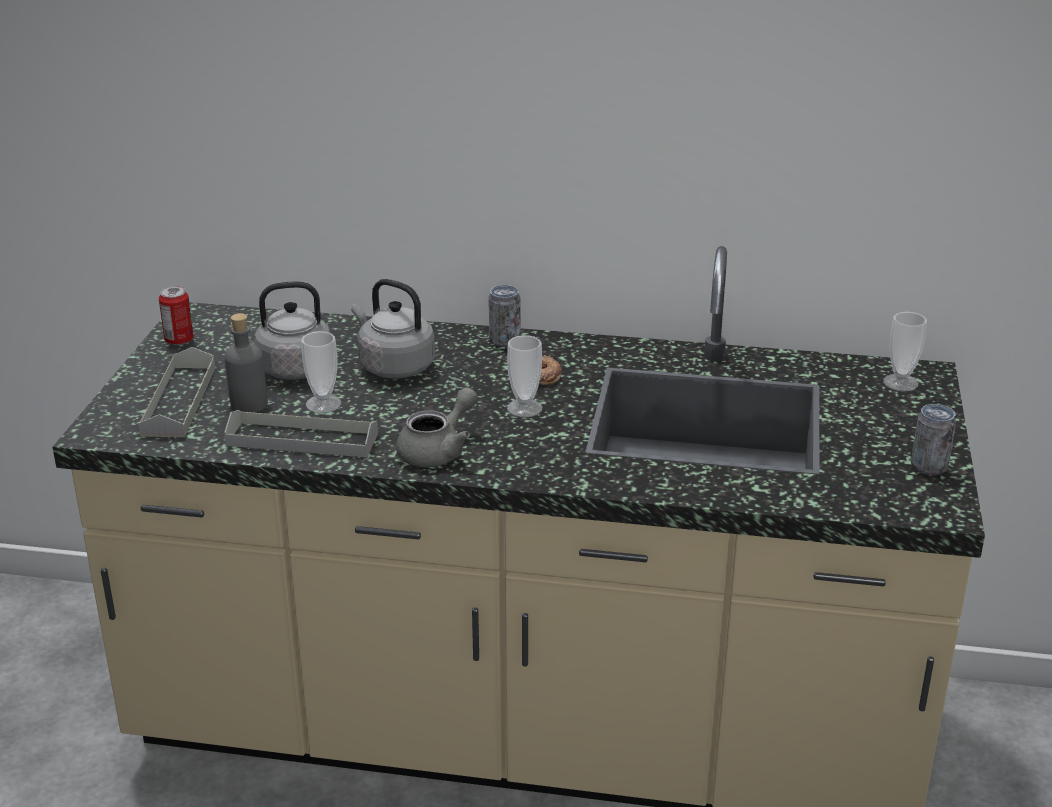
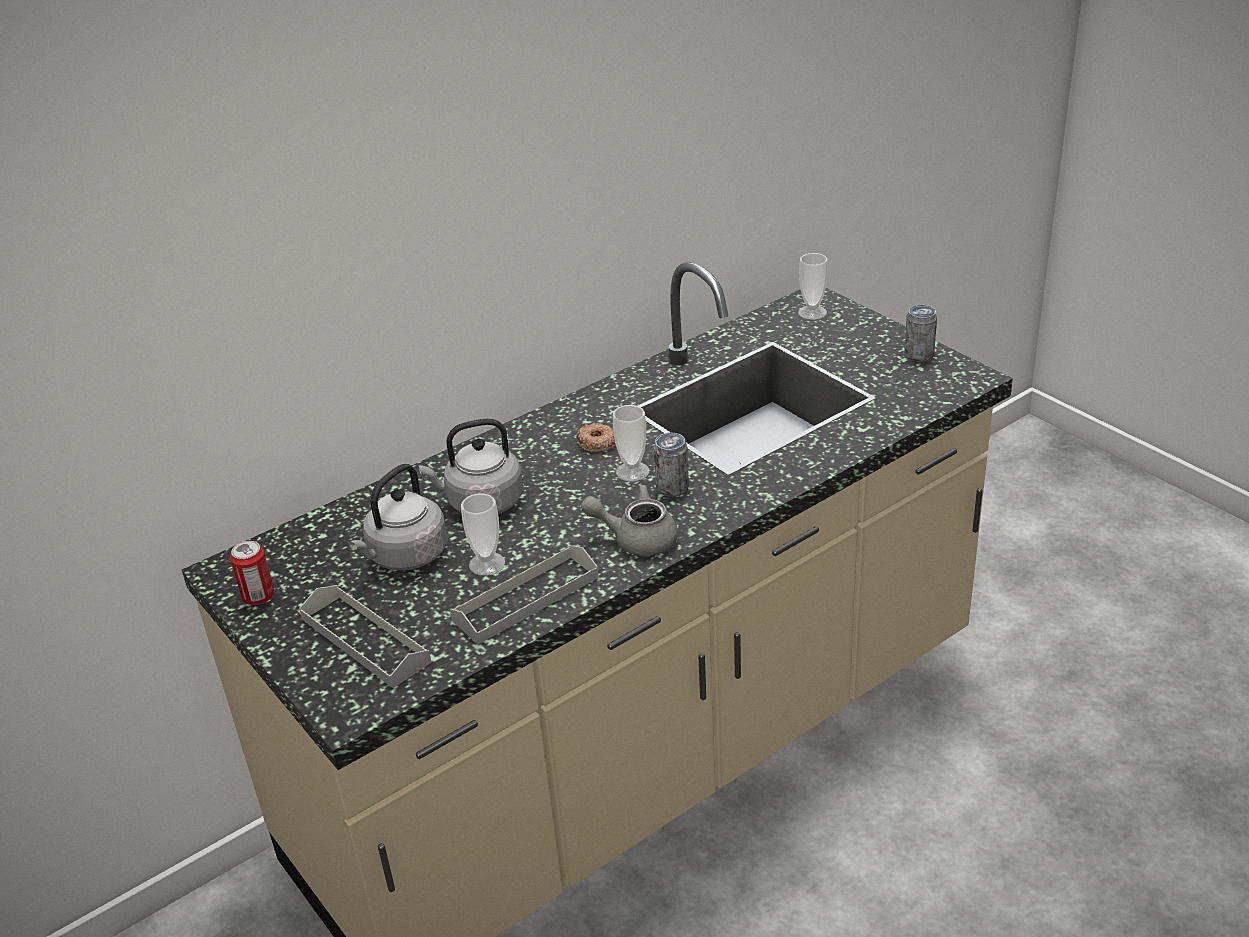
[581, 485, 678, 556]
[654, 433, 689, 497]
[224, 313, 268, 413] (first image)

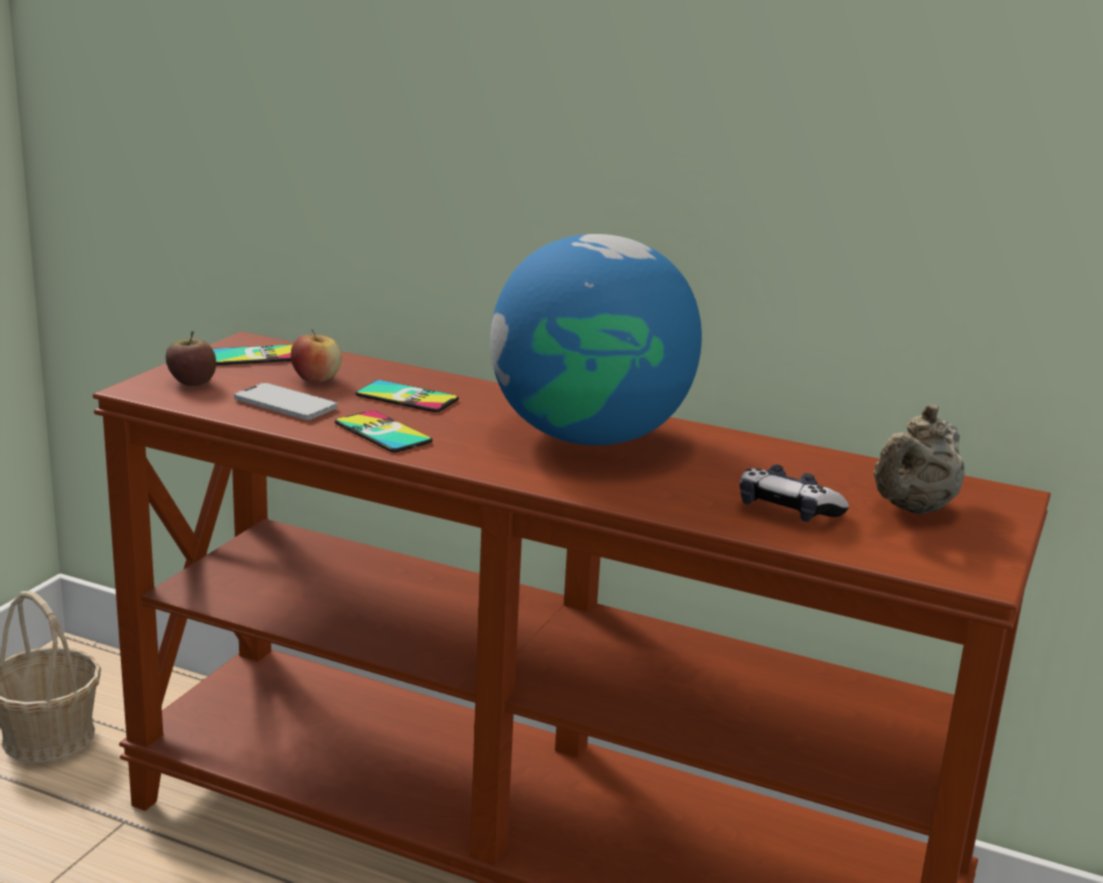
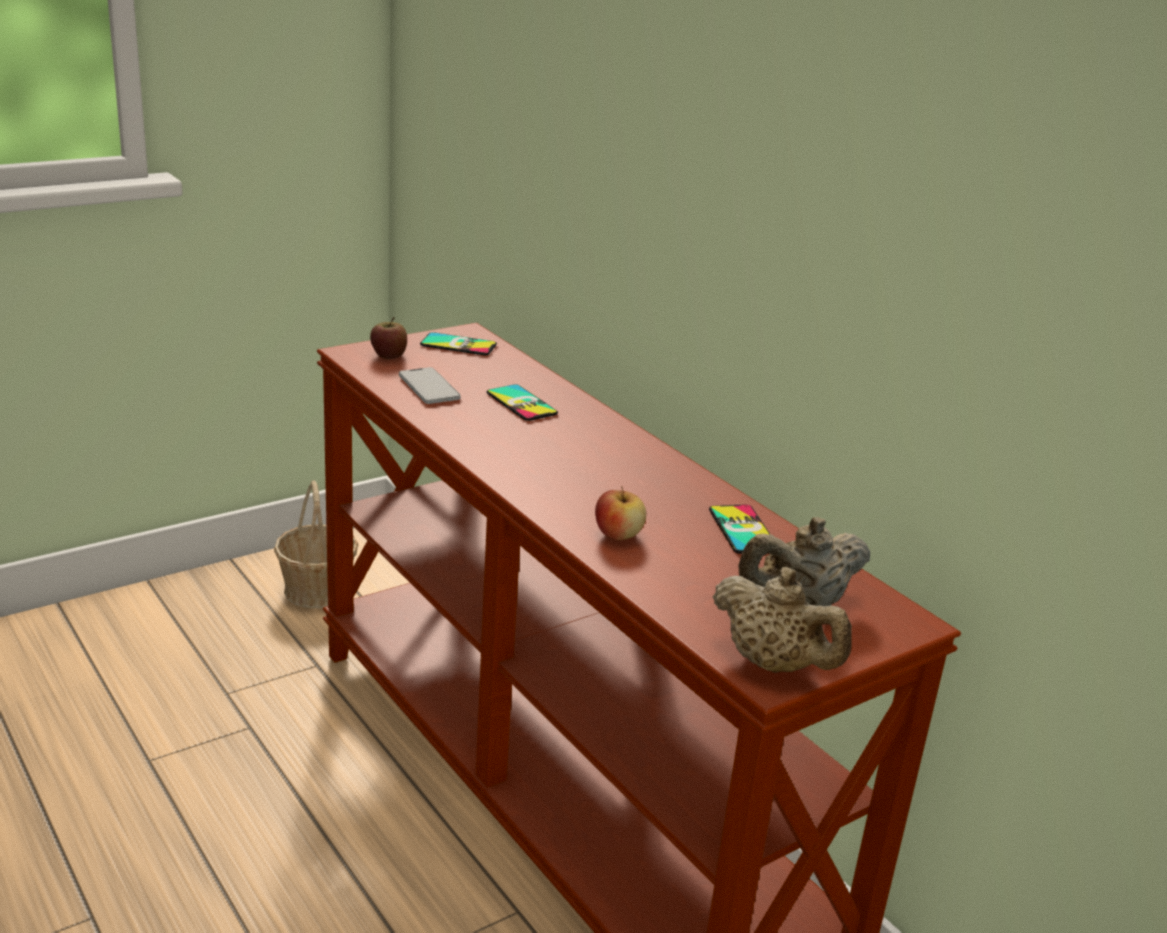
[595, 486, 646, 540]
[709, 504, 770, 554]
[712, 567, 852, 673]
[490, 234, 702, 445] (first image)
[740, 464, 849, 522] (first image)

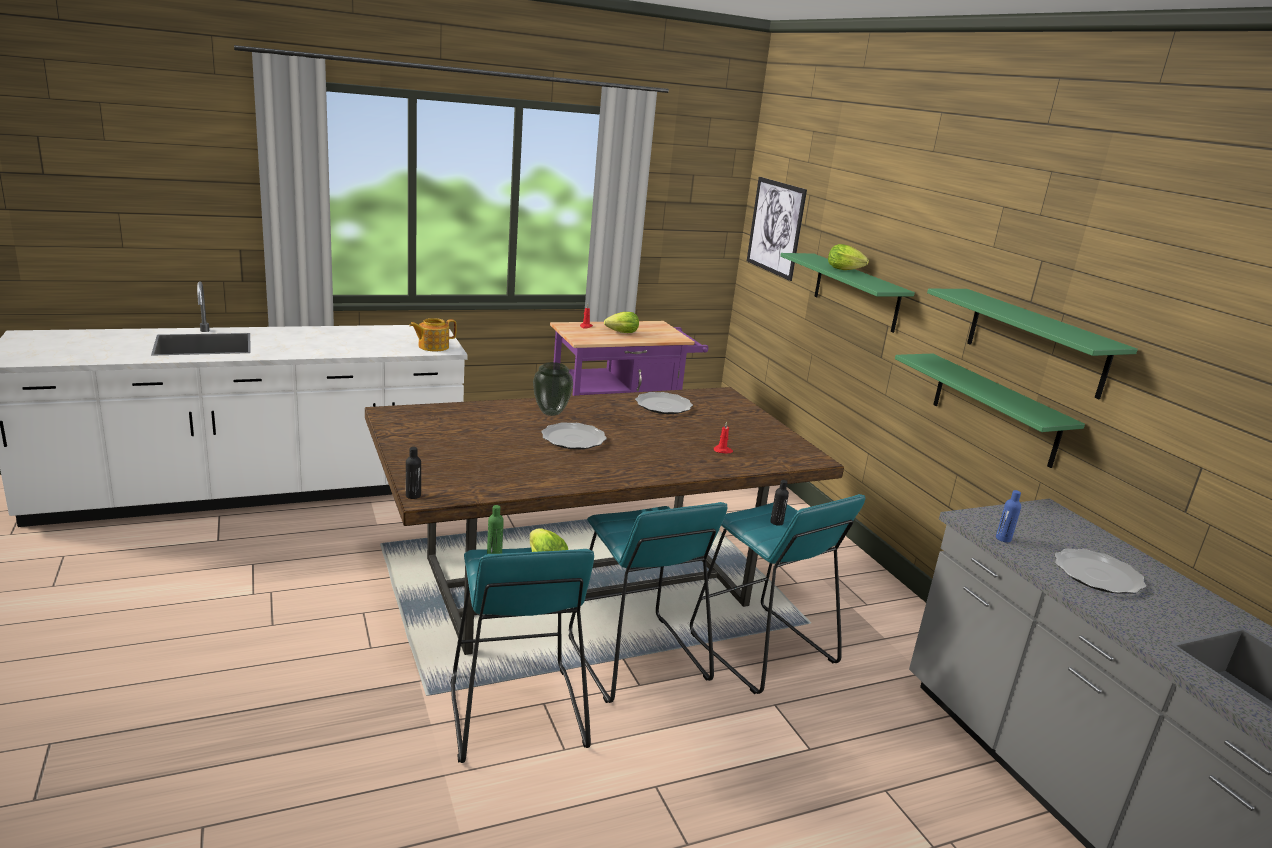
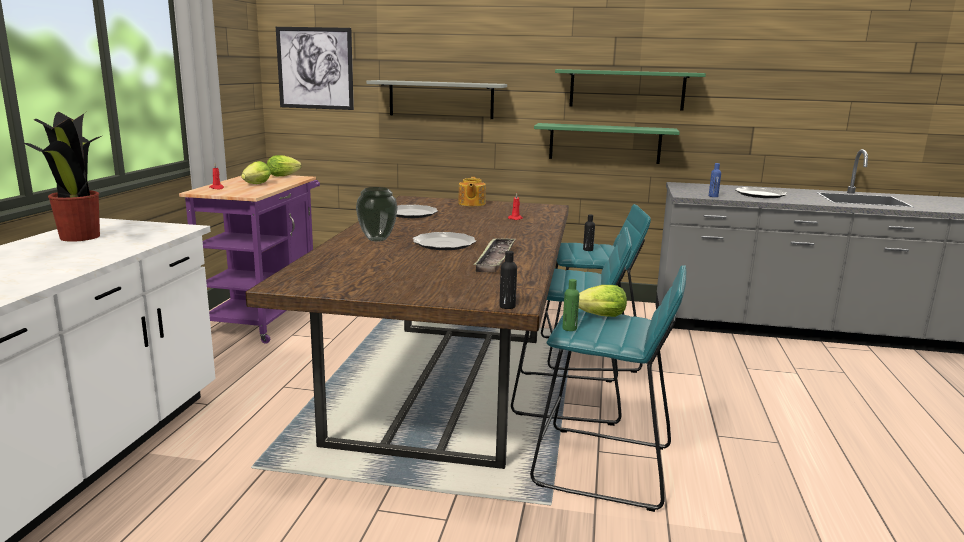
[23, 112, 101, 242]
[267, 155, 301, 176]
[366, 80, 507, 119]
[458, 177, 486, 206]
[474, 238, 515, 272]

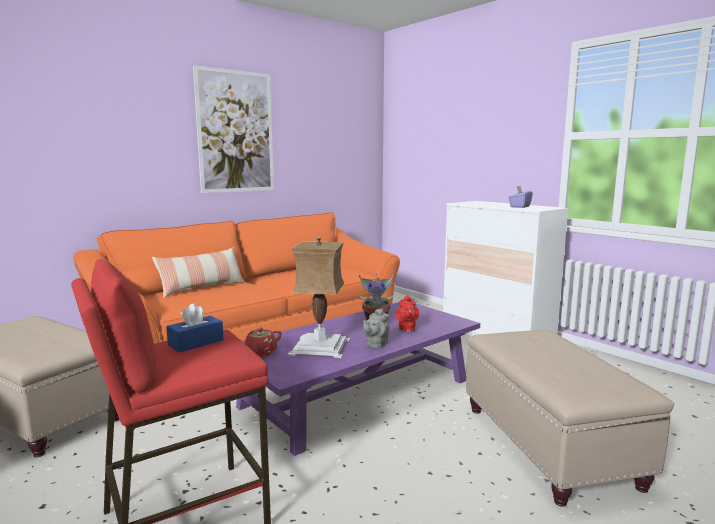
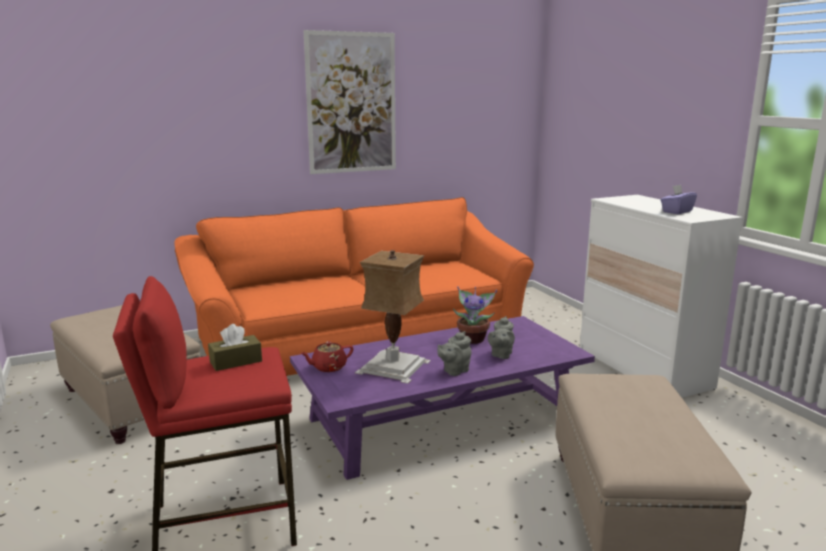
[208, 324, 262, 371]
[488, 316, 515, 359]
[152, 247, 245, 298] (first image)

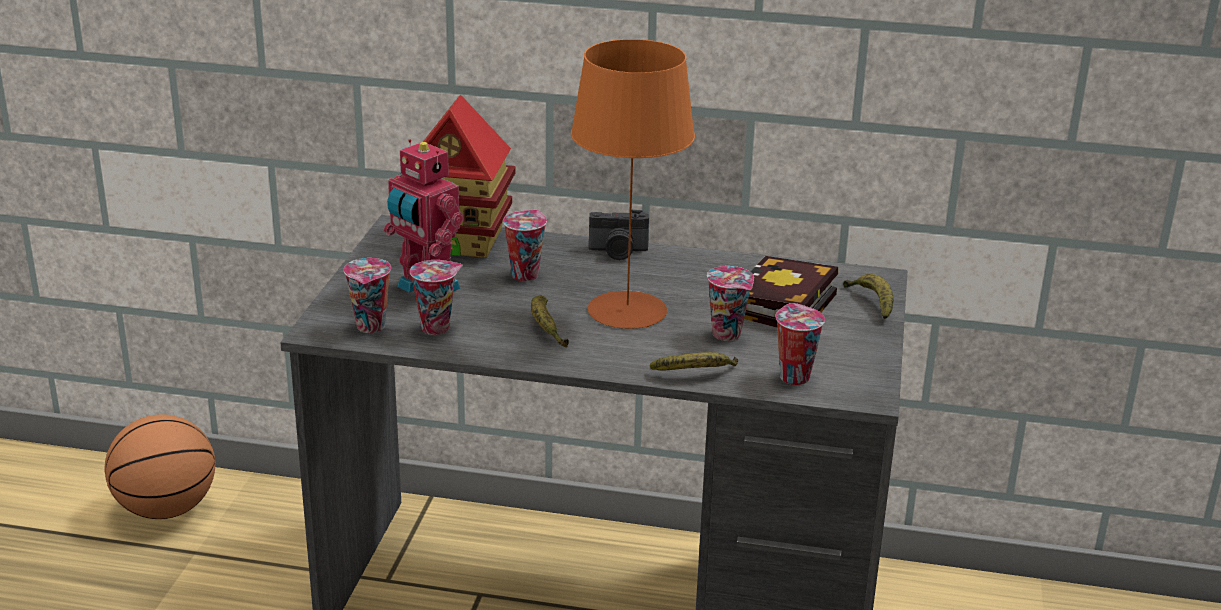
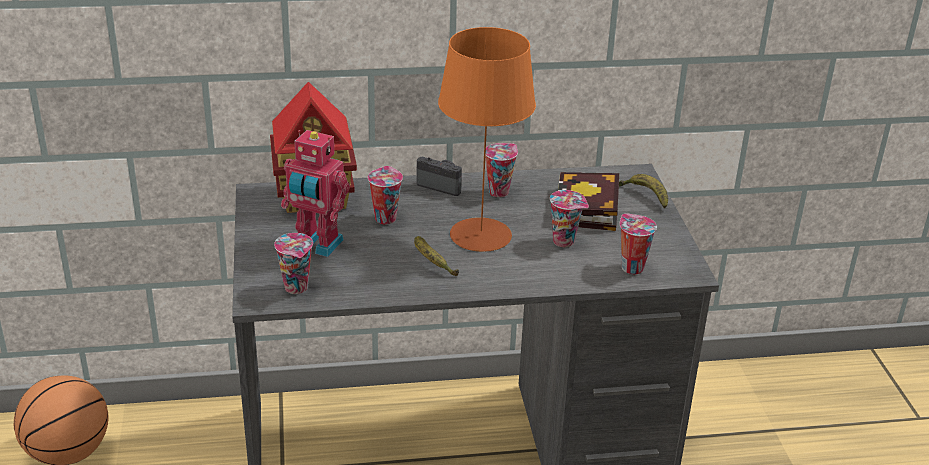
[416, 157, 462, 196]
[485, 143, 518, 197]
[650, 352, 738, 371] (first image)

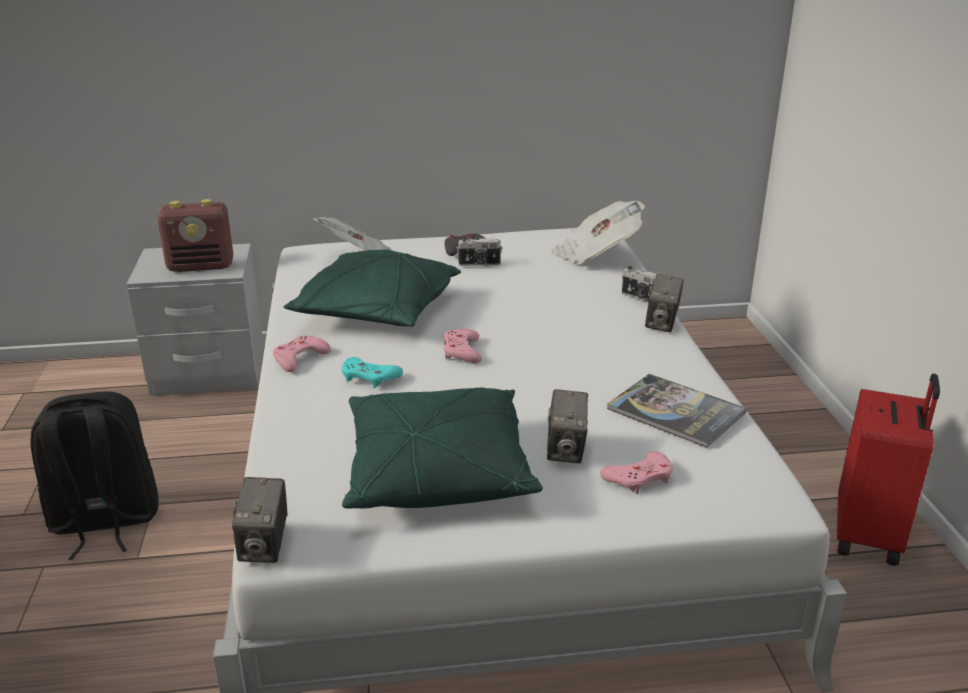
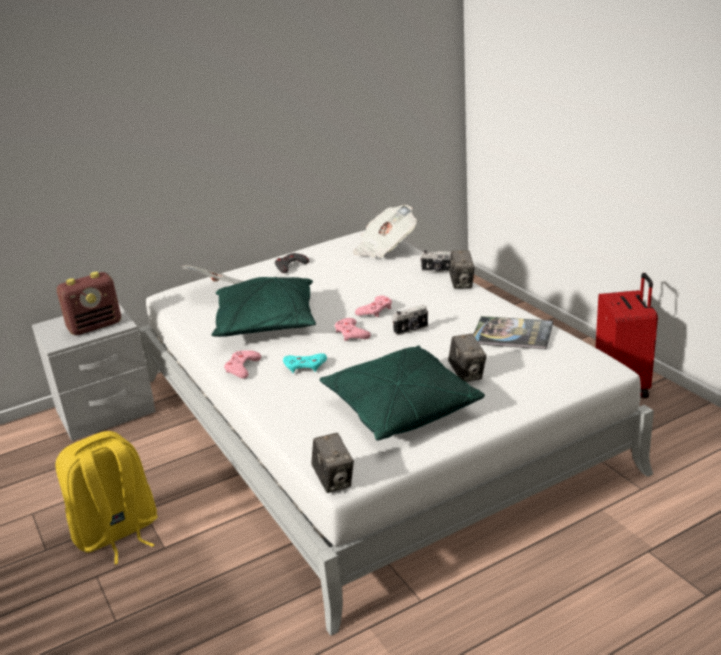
[56, 431, 158, 565]
[355, 295, 392, 317]
[392, 305, 428, 335]

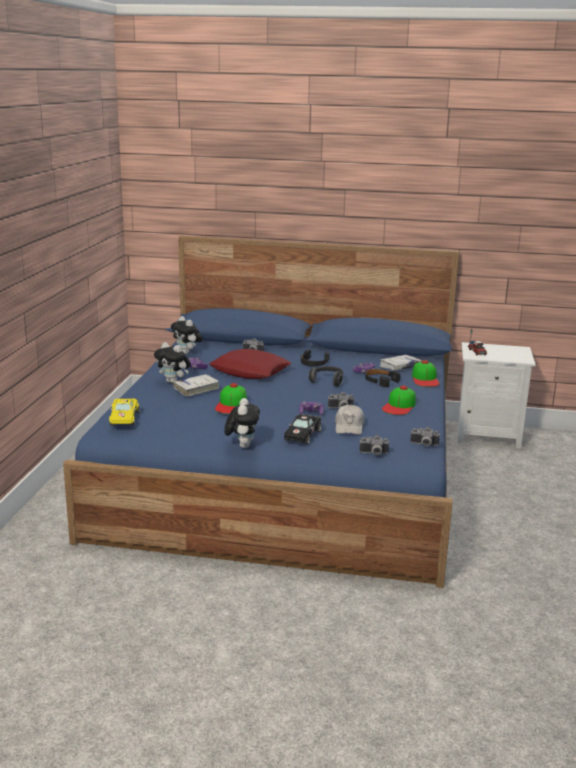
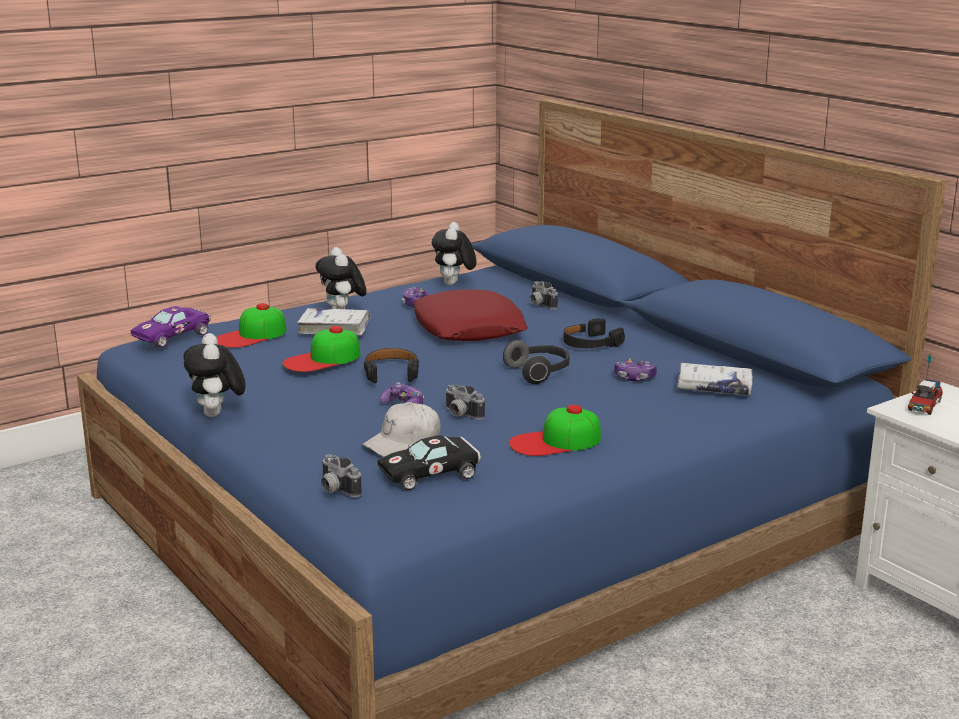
[131, 306, 211, 347]
[183, 333, 246, 417]
[216, 303, 287, 348]
[364, 348, 419, 383]
[378, 435, 481, 490]
[410, 427, 440, 446] (first image)

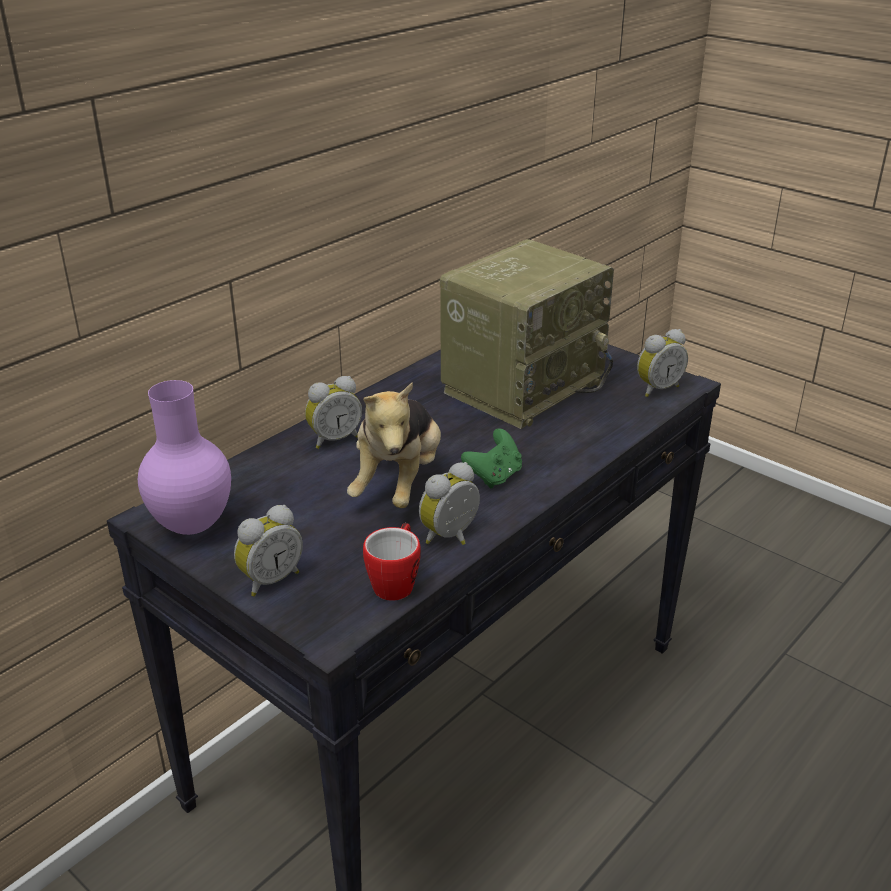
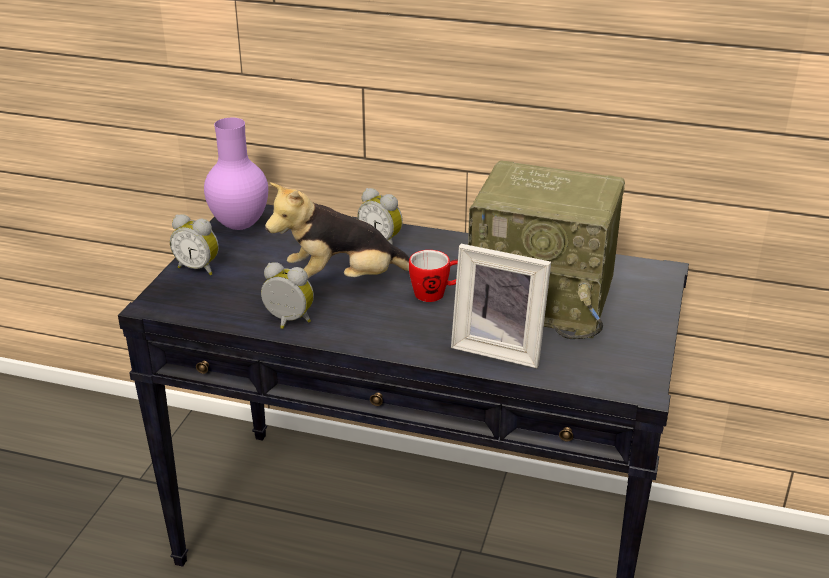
[409, 250, 458, 302]
[451, 244, 551, 368]
[461, 429, 522, 489] (first image)
[637, 329, 688, 397] (first image)

